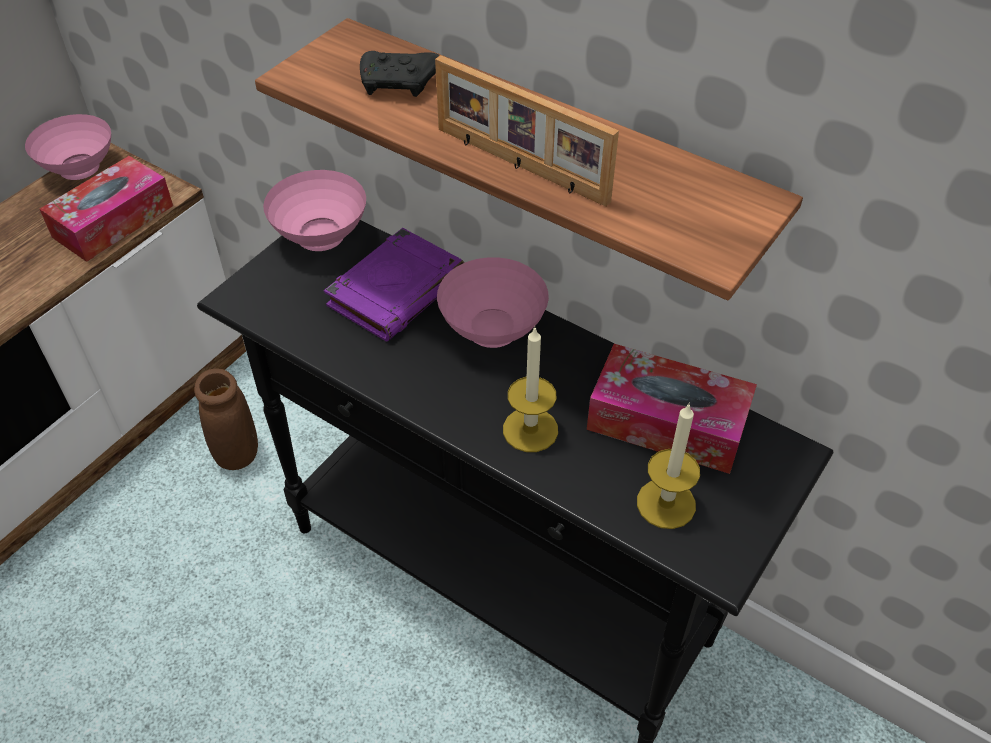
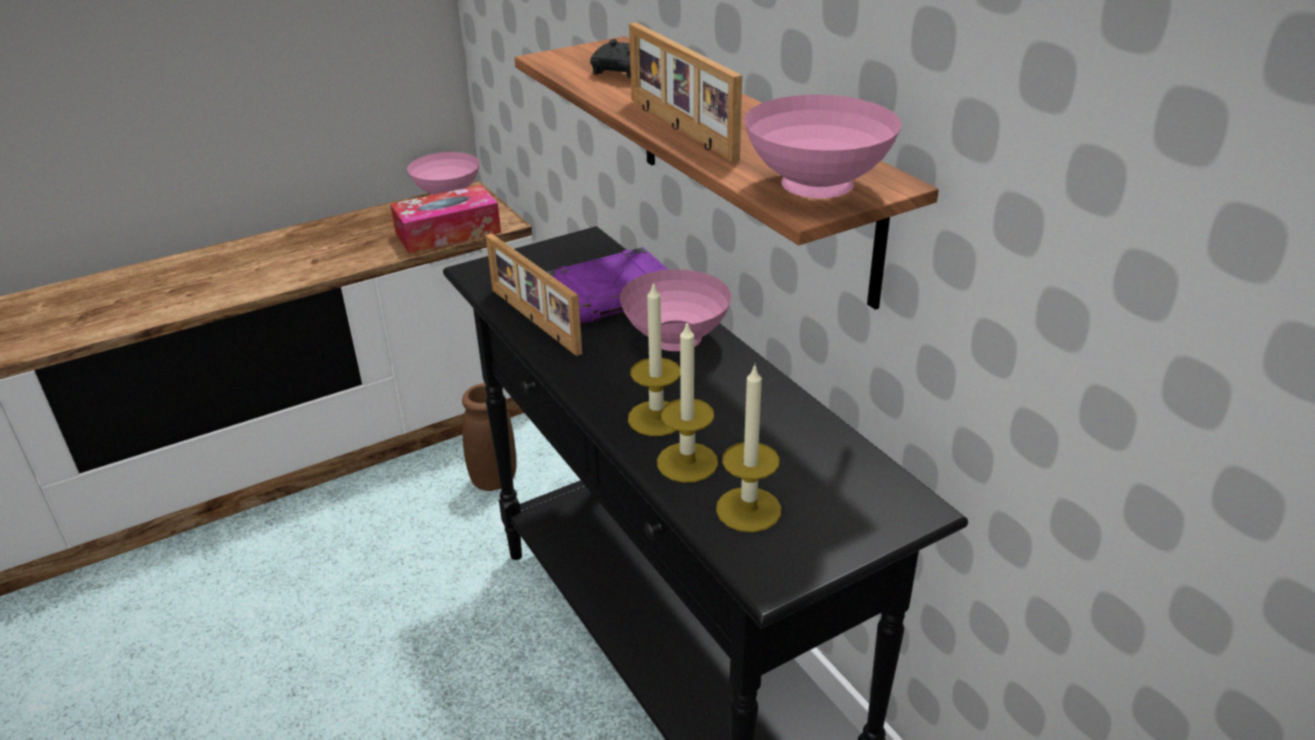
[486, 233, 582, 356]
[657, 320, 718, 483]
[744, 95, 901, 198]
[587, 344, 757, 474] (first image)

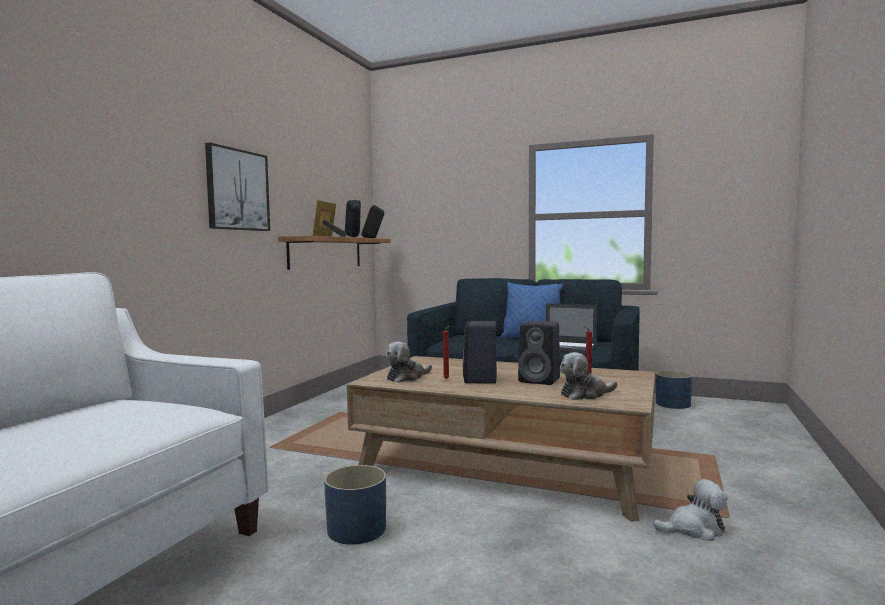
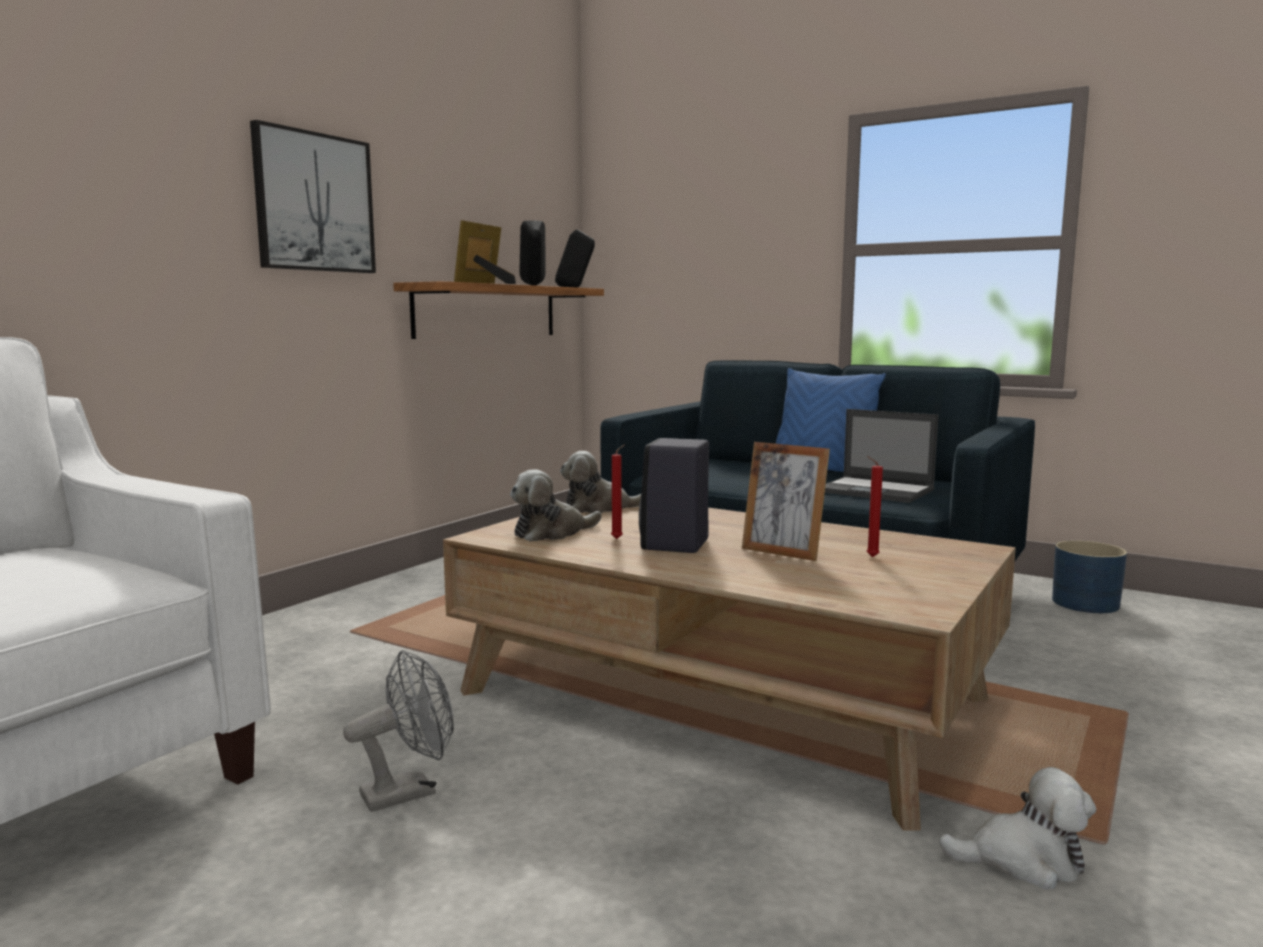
[343, 650, 454, 812]
[560, 451, 641, 513]
[742, 442, 830, 561]

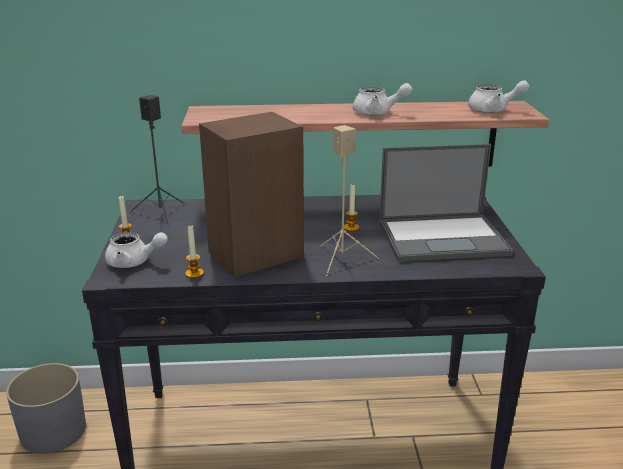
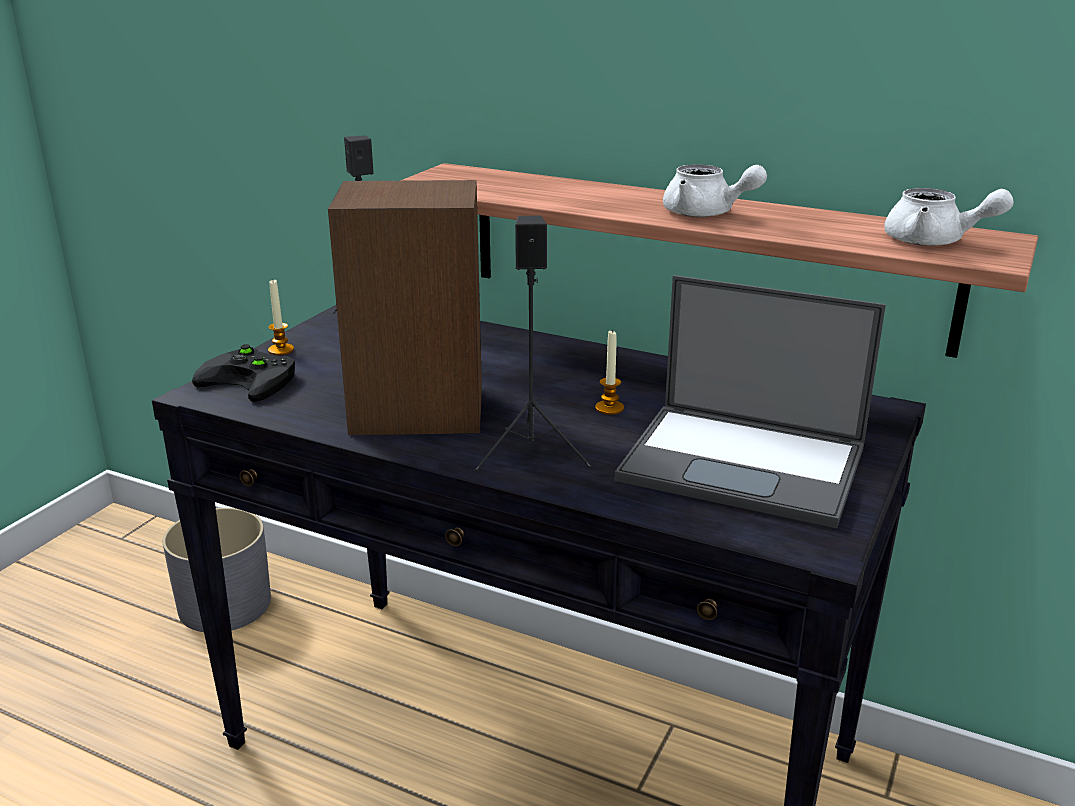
[192, 344, 295, 402]
[475, 216, 591, 471]
[185, 226, 204, 278] (first image)

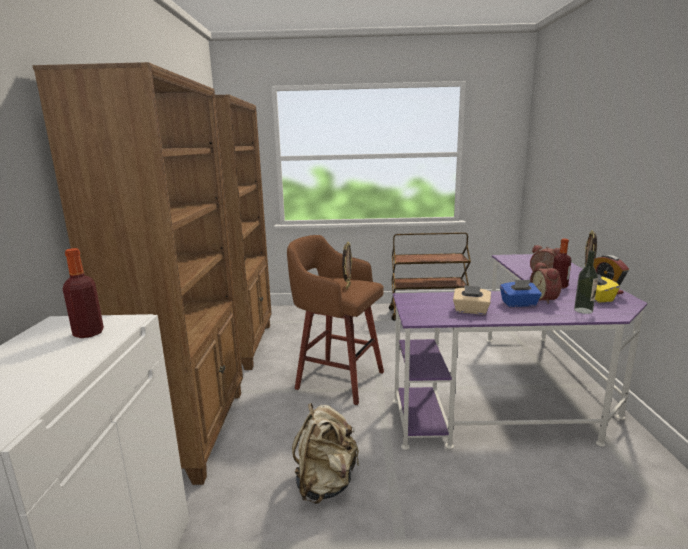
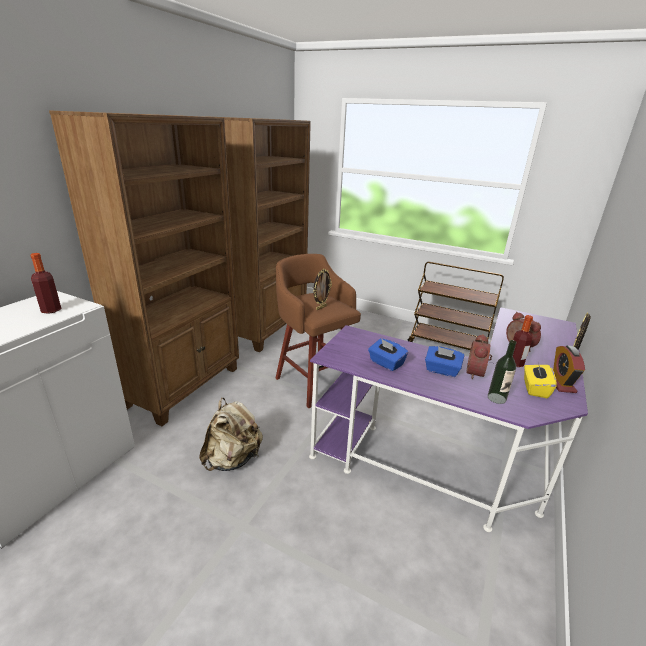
[368, 338, 408, 371]

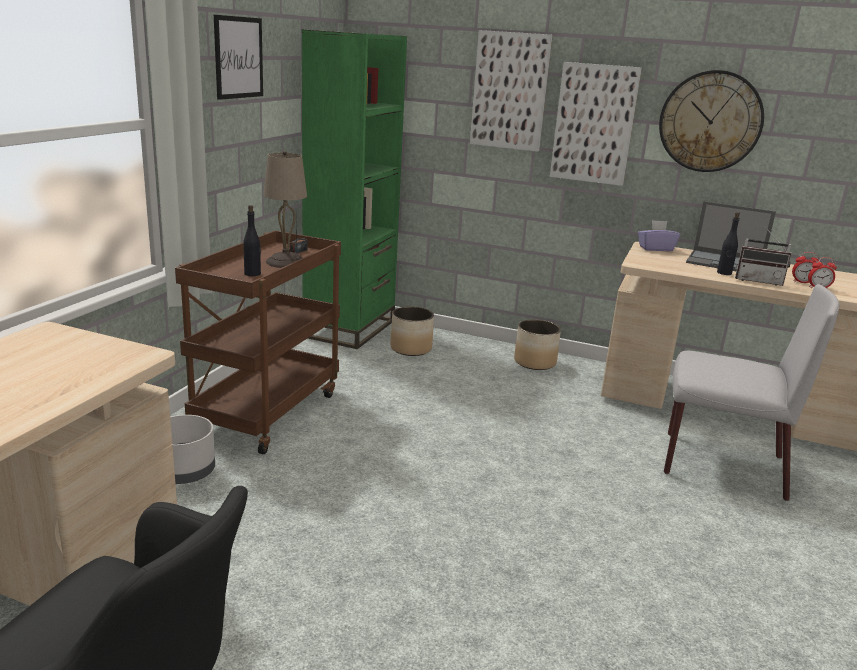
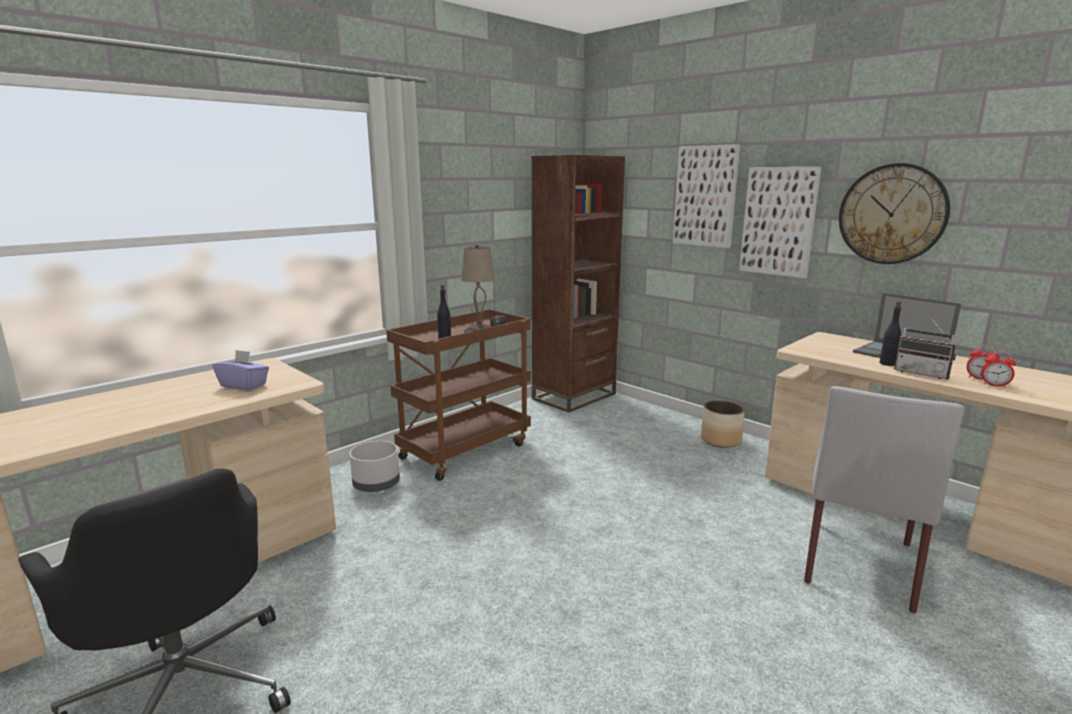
[213, 350, 269, 391]
[531, 155, 625, 413]
[804, 386, 964, 614]
[214, 15, 263, 100] (first image)
[391, 307, 434, 356] (first image)

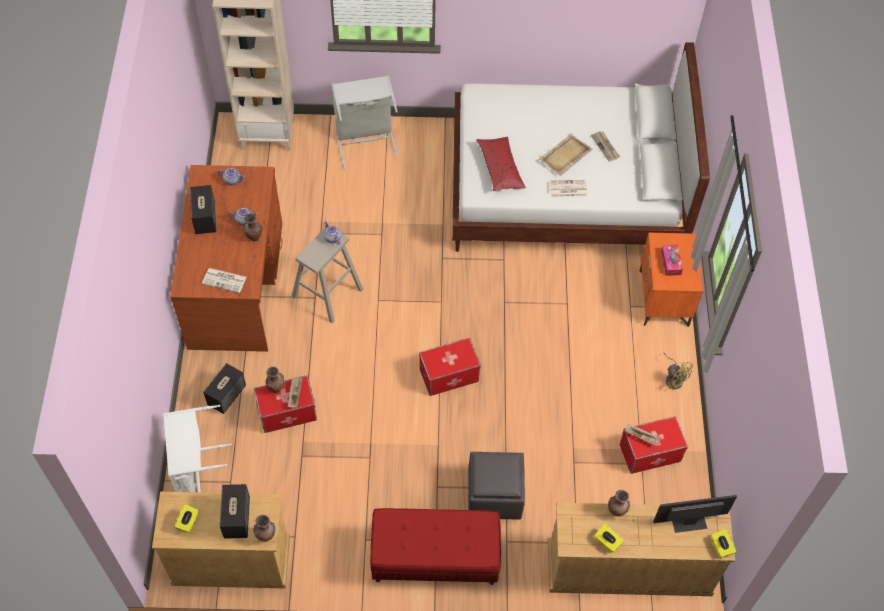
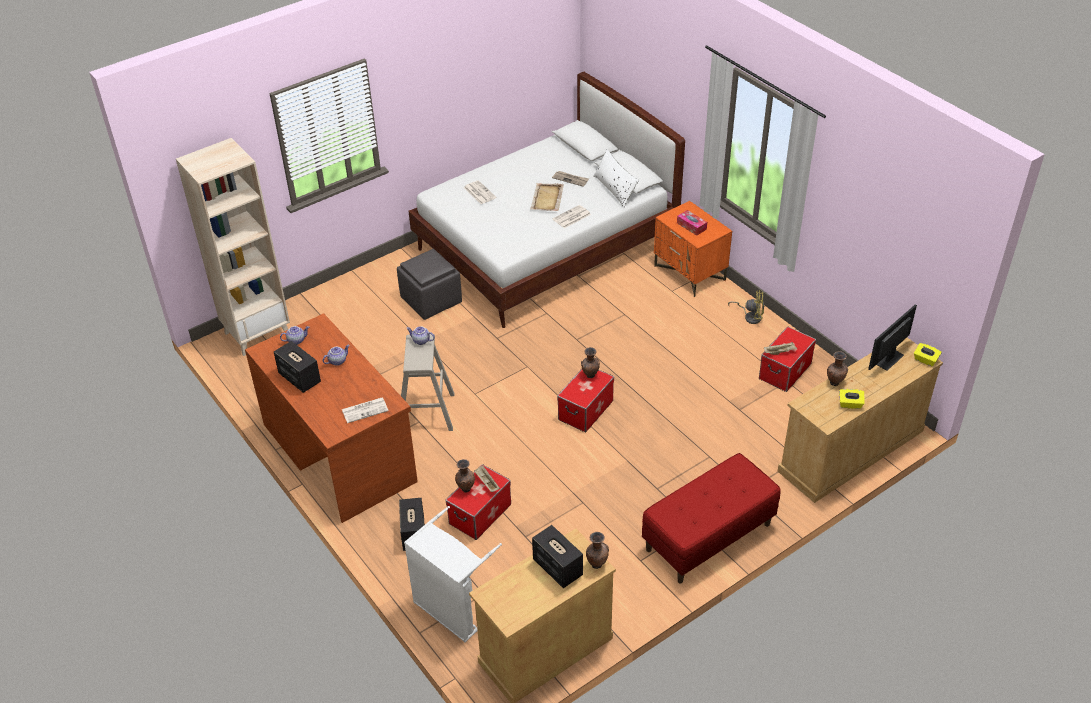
[397, 249, 462, 320]
[464, 180, 496, 204]
[581, 347, 600, 378]
[593, 149, 639, 208]
[174, 504, 199, 533] (first image)
[332, 76, 399, 169] (first image)
[476, 137, 526, 191] (first image)

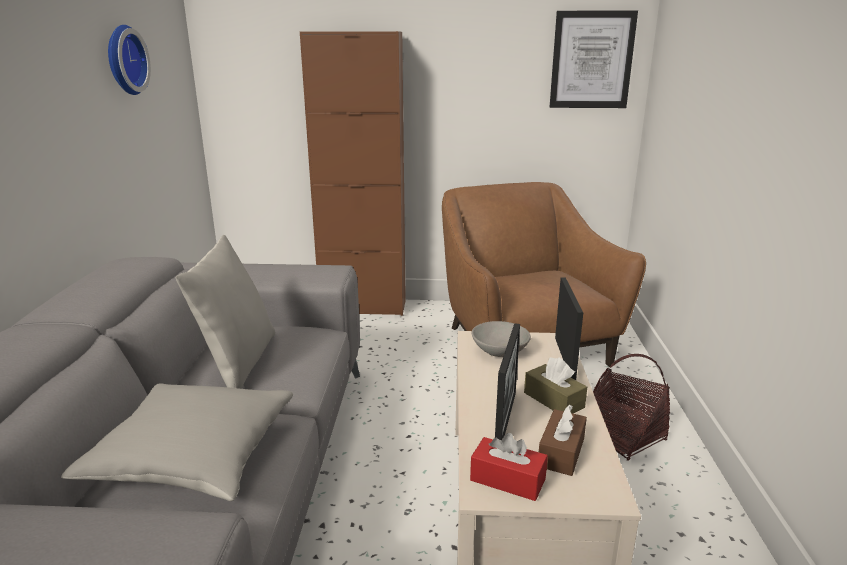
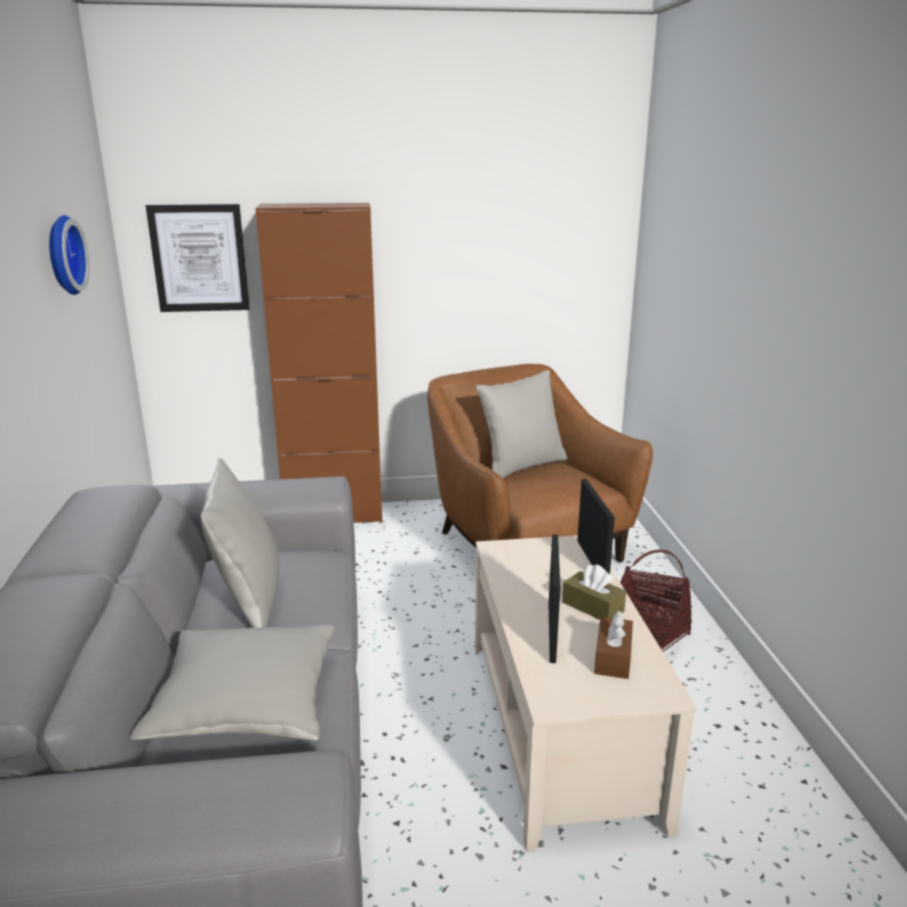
[146, 204, 250, 312]
[476, 370, 567, 478]
[470, 433, 548, 501] (first image)
[472, 321, 531, 357] (first image)

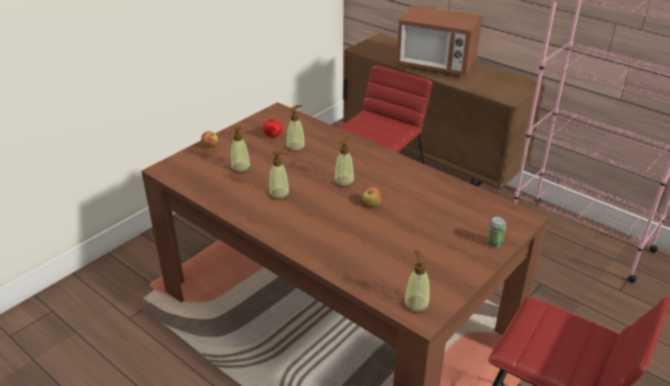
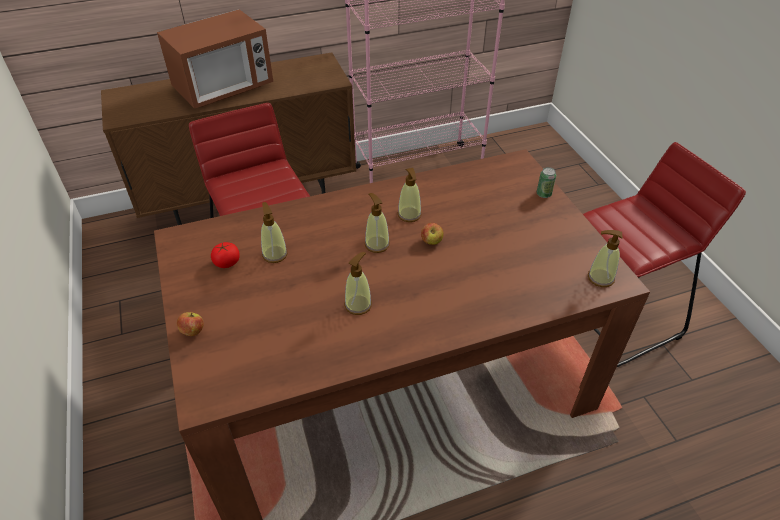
[398, 168, 422, 222]

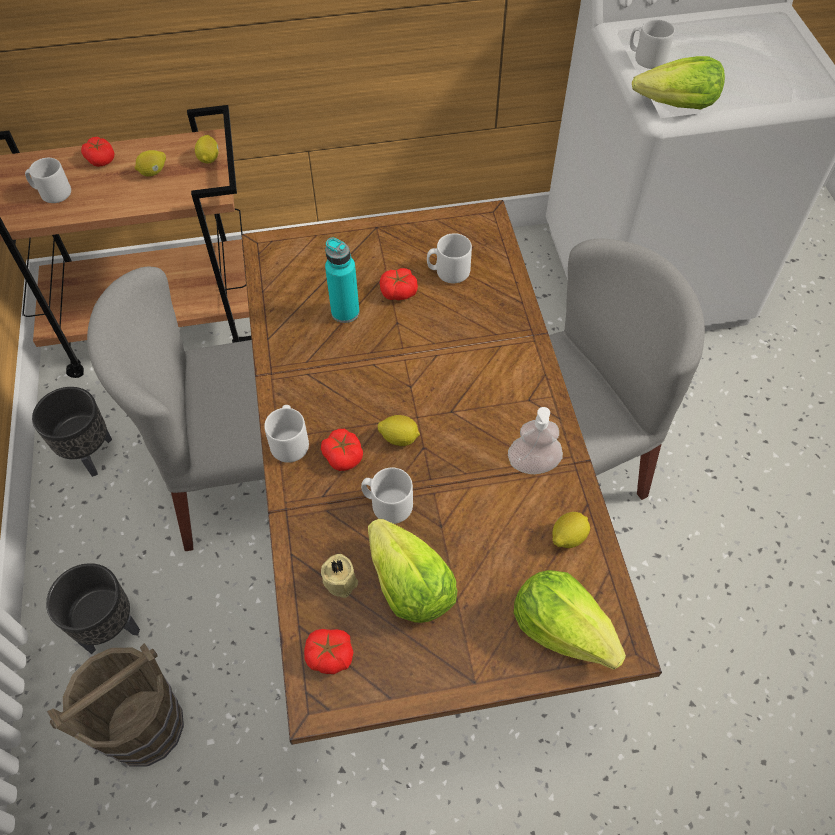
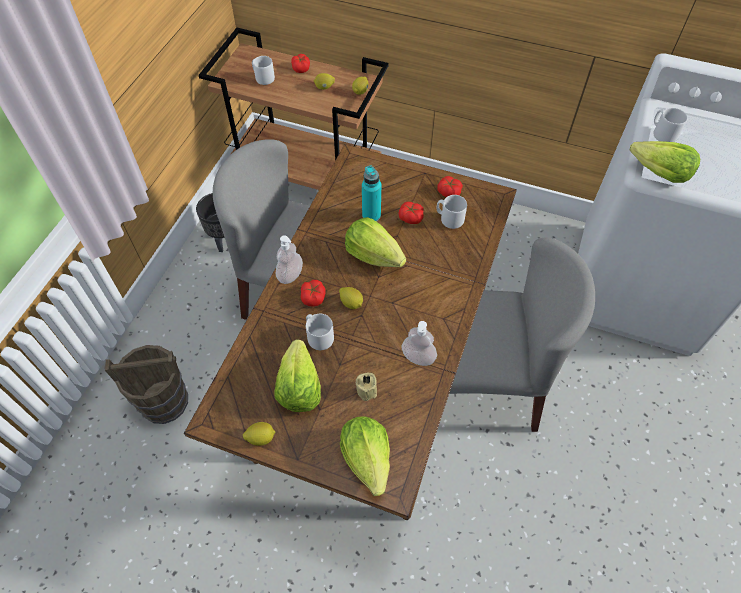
[243, 422, 275, 446]
[276, 235, 303, 284]
[345, 217, 406, 267]
[356, 372, 377, 401]
[437, 176, 463, 197]
[46, 563, 140, 654] (first image)

